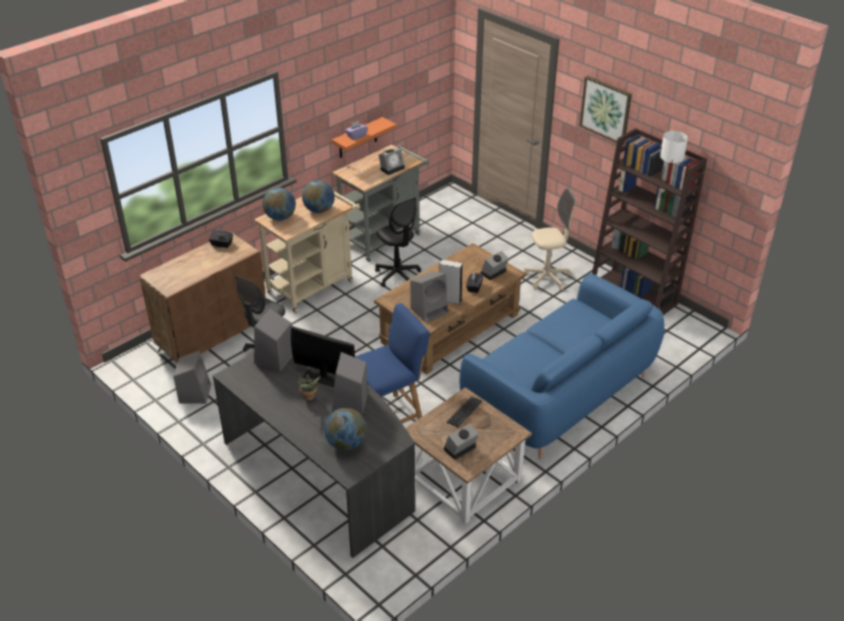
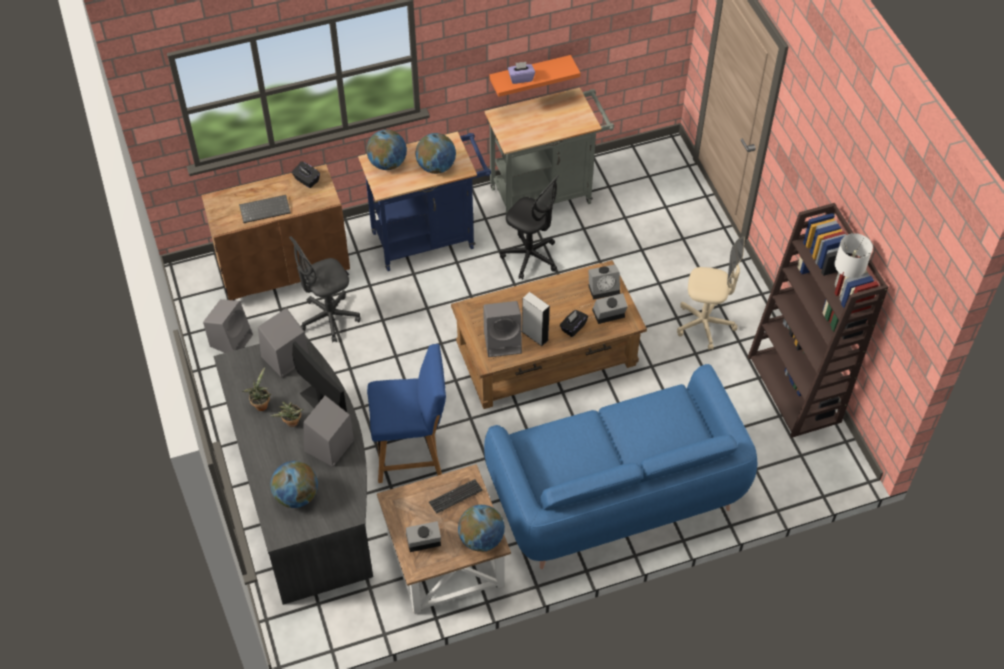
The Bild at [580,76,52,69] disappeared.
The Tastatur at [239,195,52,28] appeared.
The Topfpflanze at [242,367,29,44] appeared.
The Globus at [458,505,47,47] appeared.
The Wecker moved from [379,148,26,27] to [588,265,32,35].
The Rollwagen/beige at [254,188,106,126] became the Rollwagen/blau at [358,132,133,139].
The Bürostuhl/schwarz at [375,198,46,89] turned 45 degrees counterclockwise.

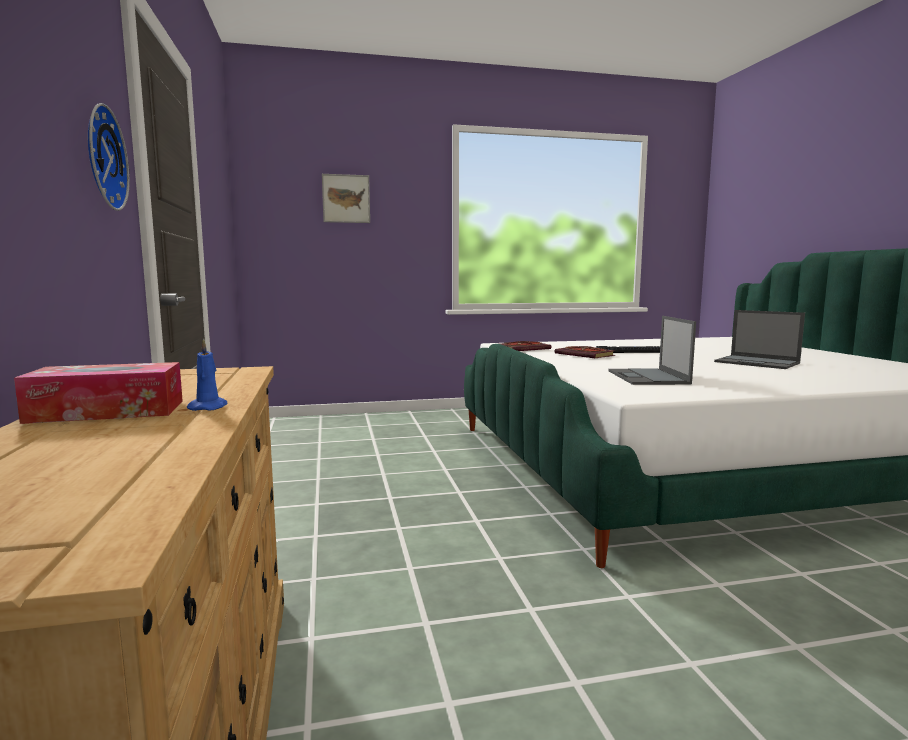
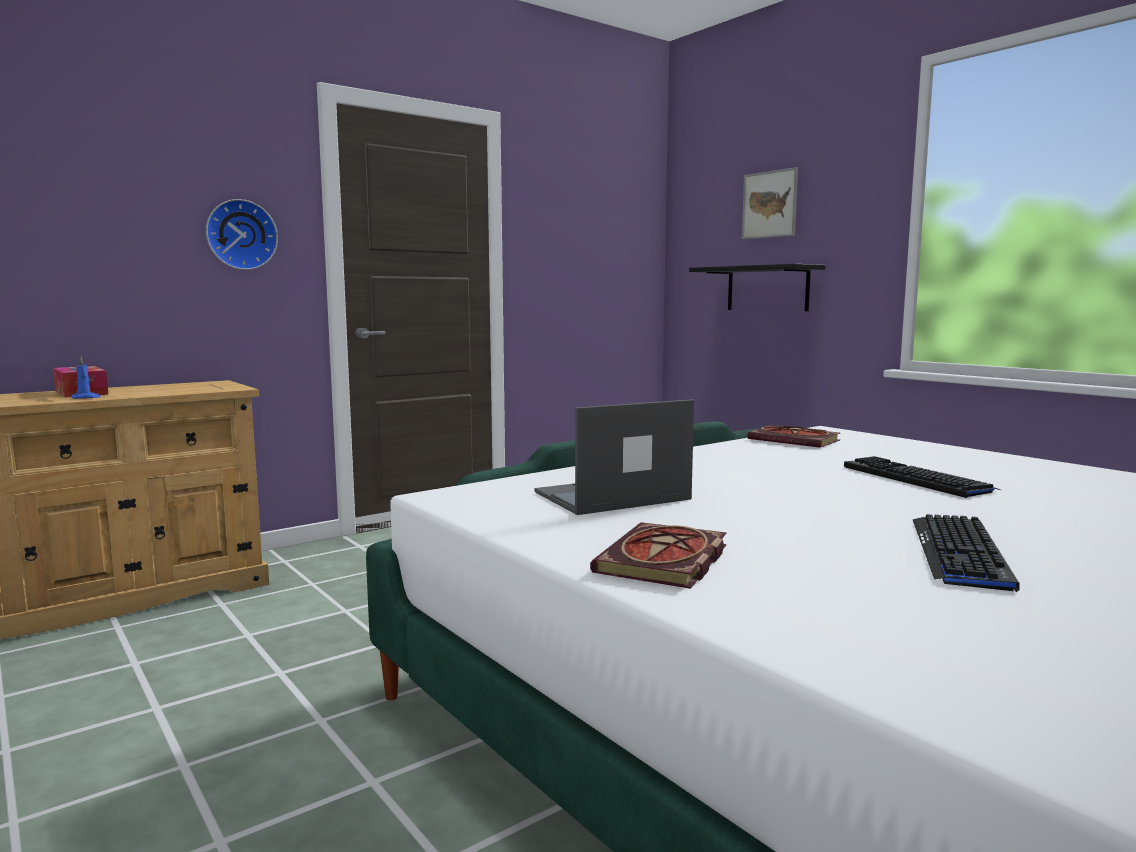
The Wandregal/schwarz at [689,264,136,47] appeared.
The Buch moved from [555,346,60,12] to [590,522,137,67].
The Laptop at [714,310,91,59] was replaced by the Tastatur at [913,514,106,78].

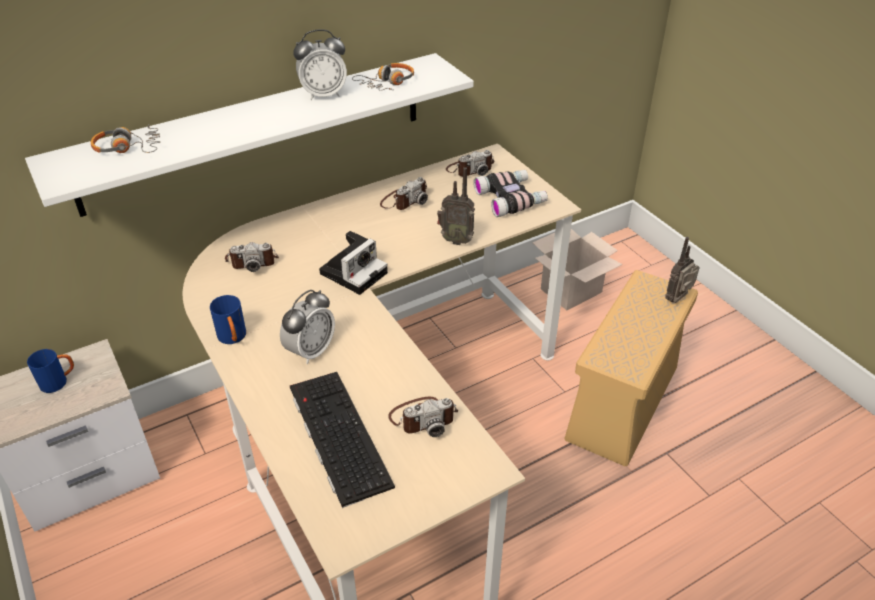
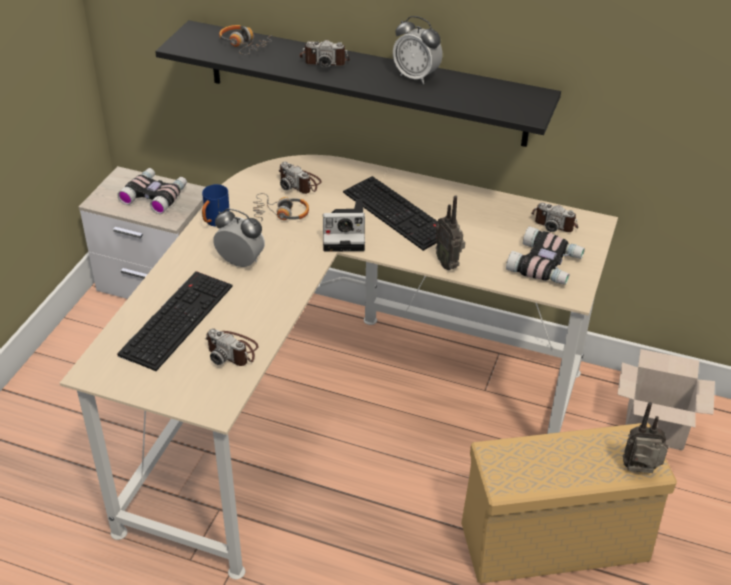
The Tastatur at [343,176,95,75] appeared.
The Kopfhörer moved from [352,63,62,28] to [253,193,56,29].
The Kamera moved from [380,177,48,33] to [299,40,51,28].
The Henkelbecher/blau at [27,349,47,44] was replaced by the Fernglas at [117,168,70,46].
The Wandregal/weiß at [25,53,449,164] became the Wandregal/schwarz at [155,20,406,127].
The Wecker at [280,290,55,74] turned 150 degrees counterclockwise.

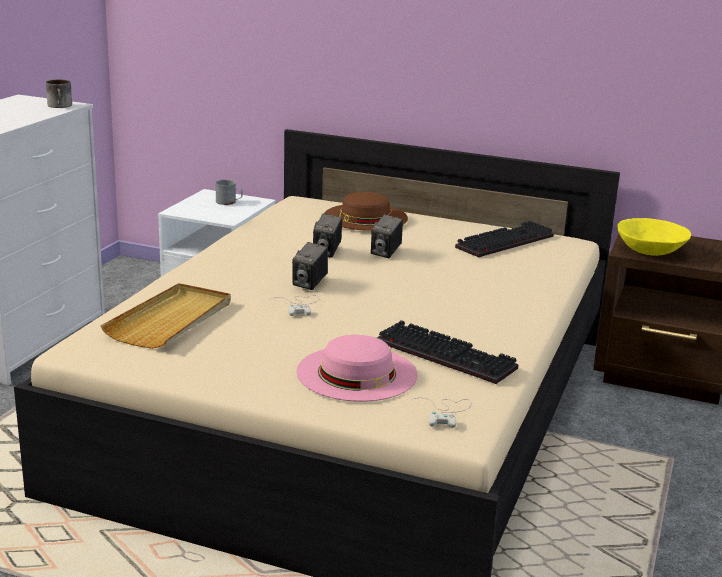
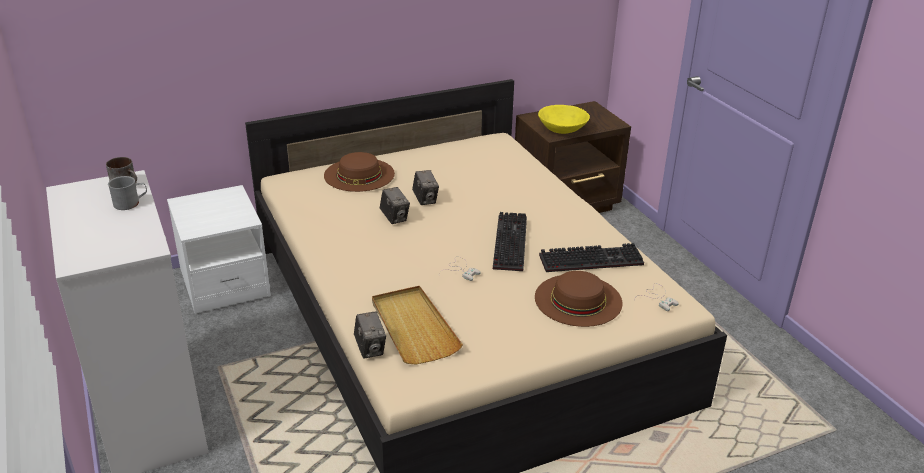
The Henkelbecher/grau moved from [215,179,28,26] to [108,176,39,34].
The Kamera moved from [292,242,36,48] to [354,311,32,48].
The Tastatur moved from [455,221,99,36] to [493,212,34,59].
The Hut/rosa at [297,335,121,67] became the Hut/braun at [535,271,87,56].

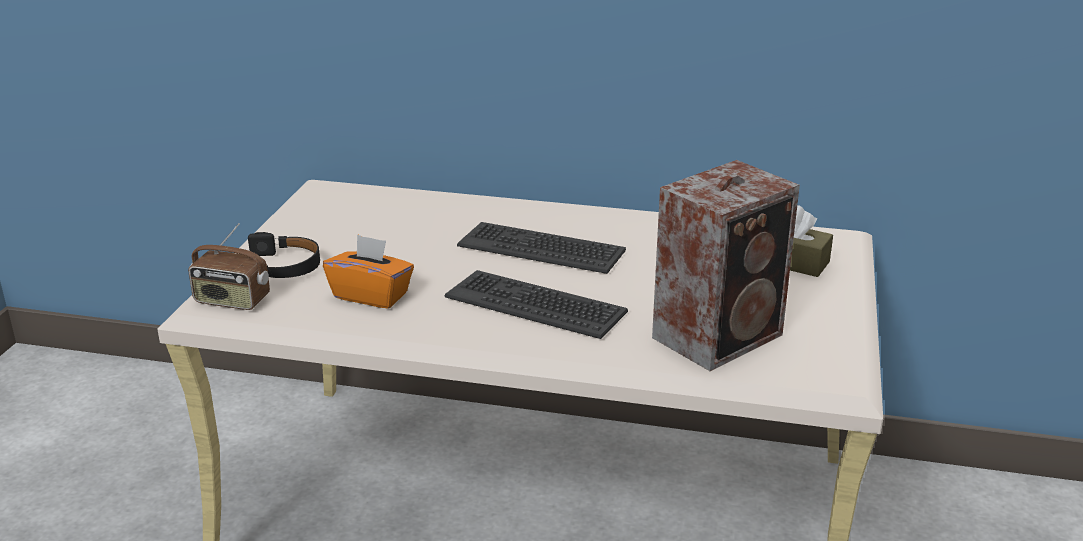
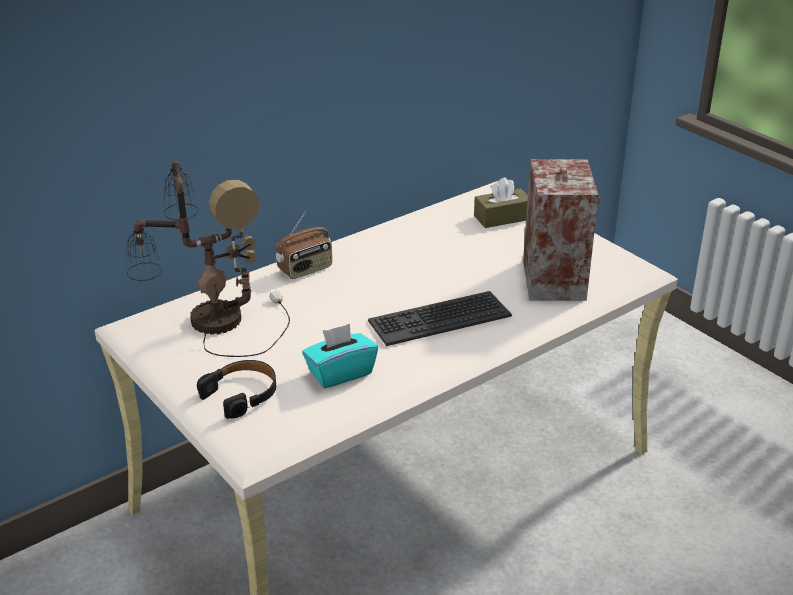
The Tastatur at [457,222,169,52] disappeared.
The Tischlampe at [127,160,163,197] appeared.
The Radio moved from [188,223,82,87] to [276,211,56,68].
The Taschentuchbox/orange at [323,234,91,75] became the Taschentuchbox/türkis at [302,324,76,64].

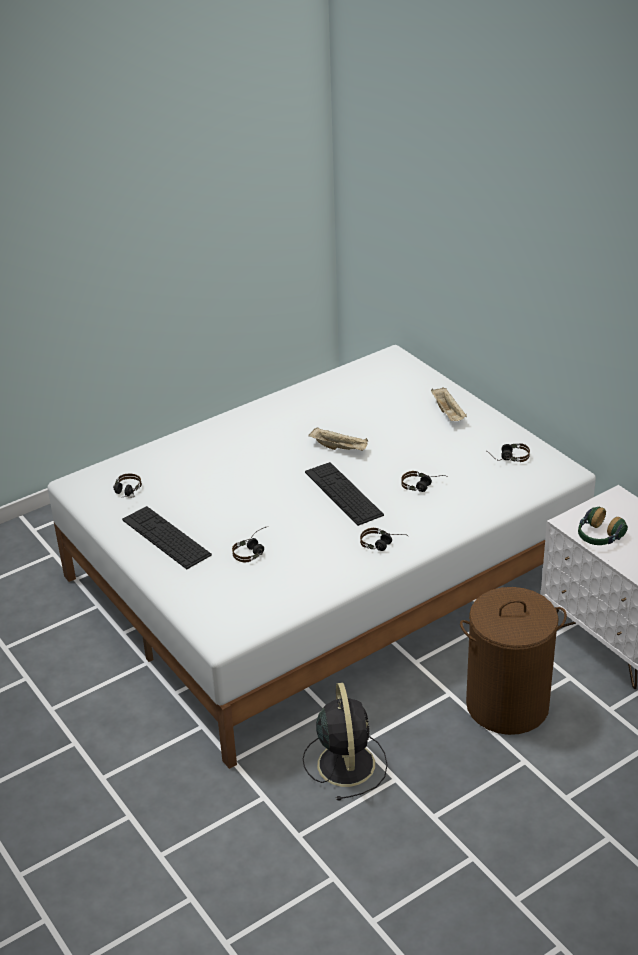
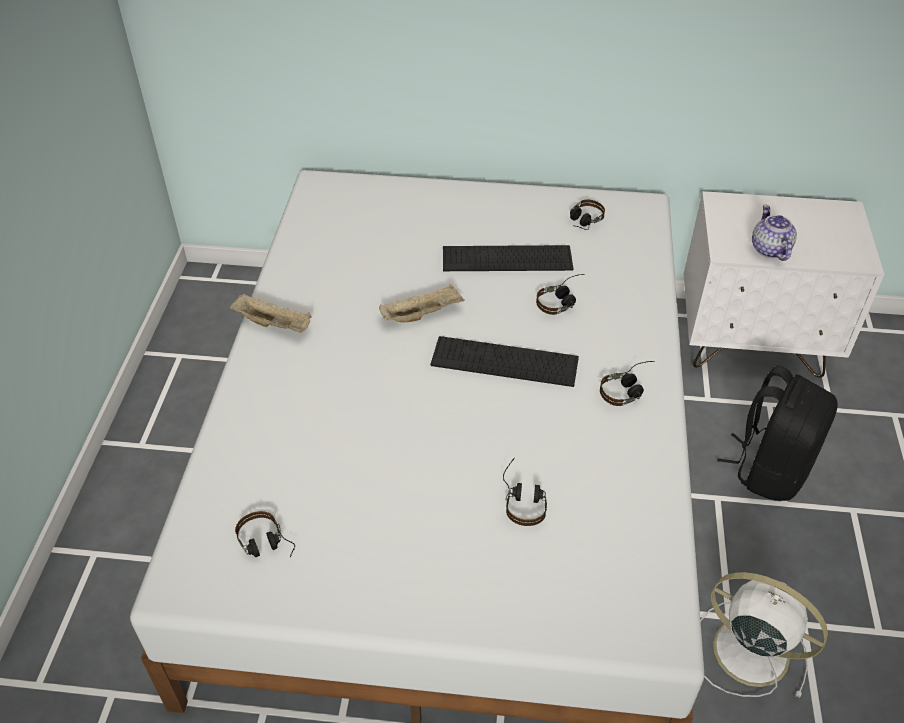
The Tastatur moved from [122,506,90,63] to [443,245,130,26].
The Tablett/beige moved from [431,388,36,33] to [230,294,82,39].
The Wäschekorb/braun at [460,587,107,148] was replaced by the Rucksack/schwarz at [717,366,121,135].
The Kopfhörer at [578,507,50,38] was replaced by the Teekanne at [752,205,45,56].
The Ventilator/schwarz at [303,683,85,118] became the Ventilator/weiß at [701,572,127,126].

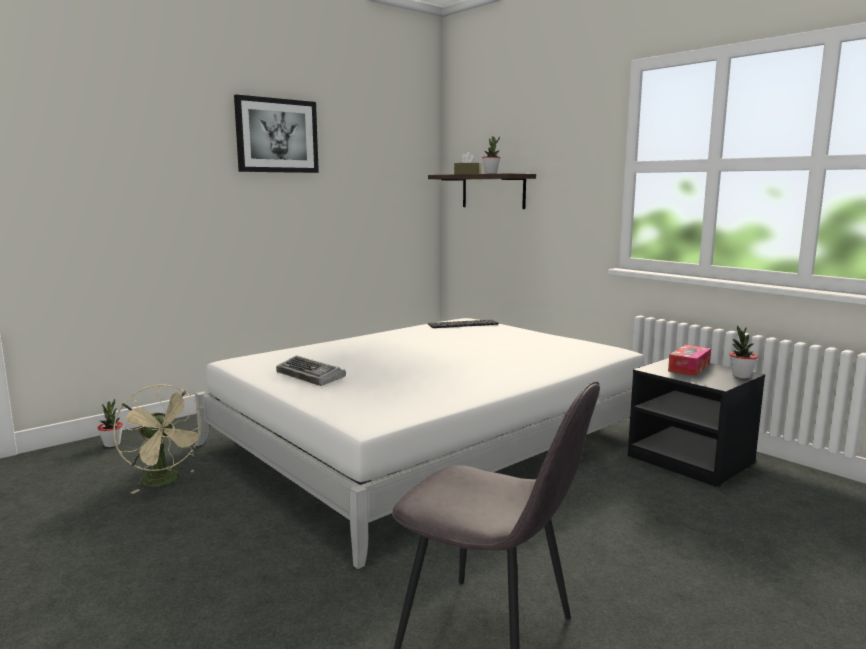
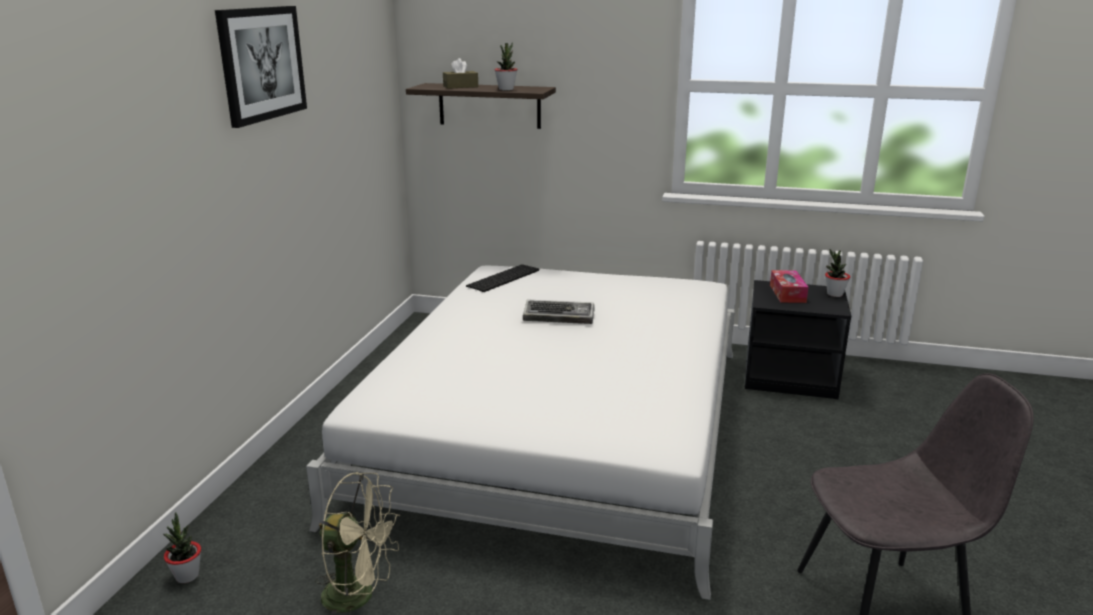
The Tastatur moved from [276,355,70,31] to [523,299,72,25].

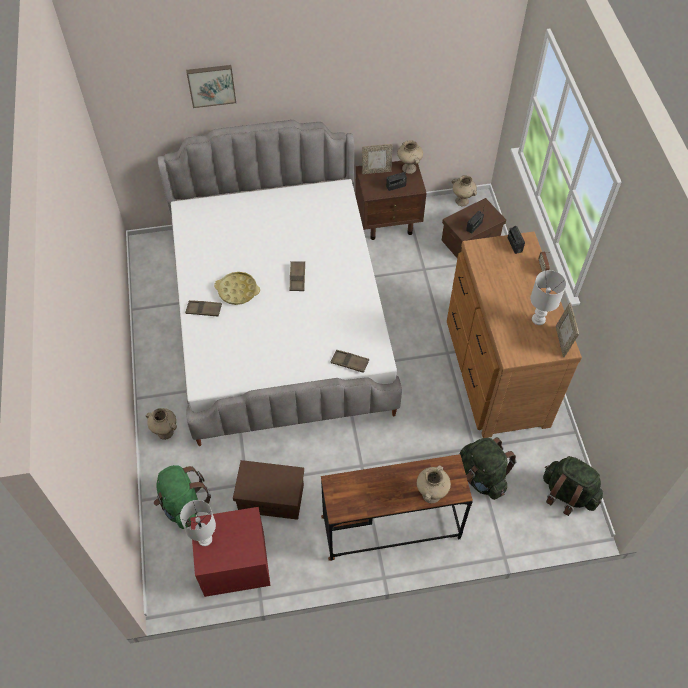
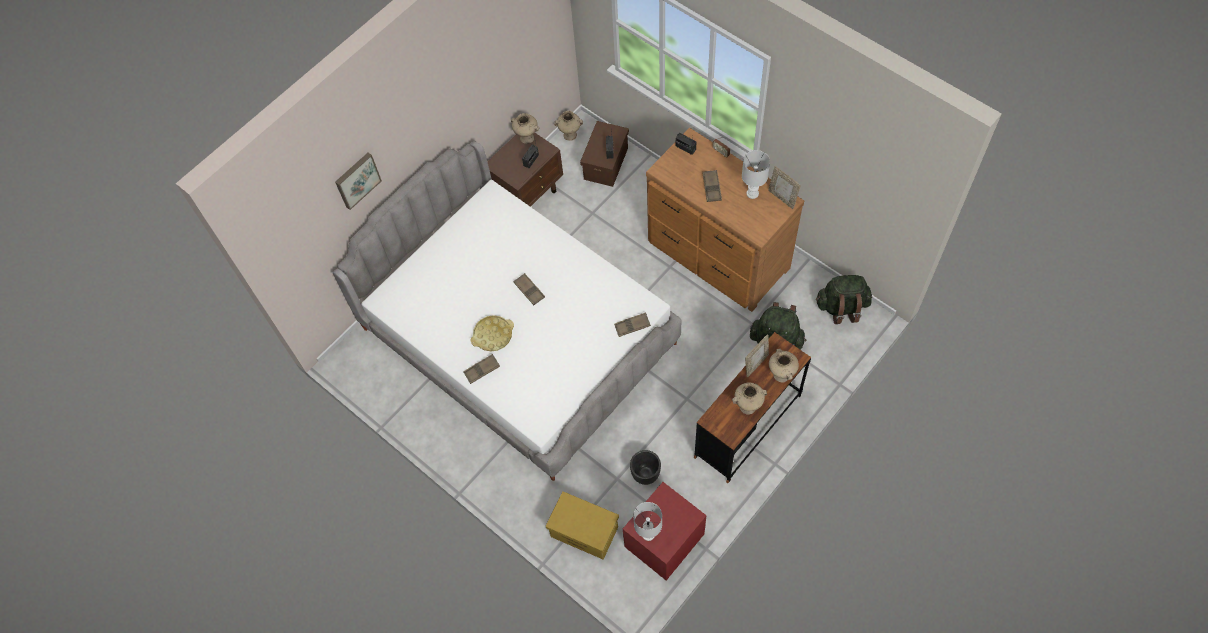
The Tablett/braun at [702,170,20,32] appeared.
The Vase/beige moved from [146,408,31,32] to [732,382,35,32].
The Bilderrahmen moved from [362,144,31,30] to [745,334,24,44].
The Rucksack/grün at [154,465,57,64] was replaced by the Aufbewahrungsbox/gelb at [546,491,73,69].
The Aufbewahrungsbox/braun at [233,460,71,60] was replaced by the Pflanzkübel/schwarz at [630,450,31,35].

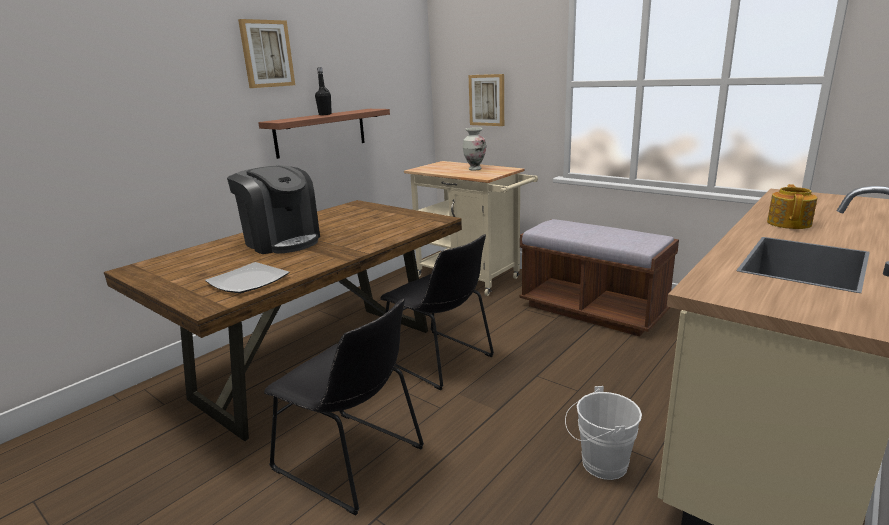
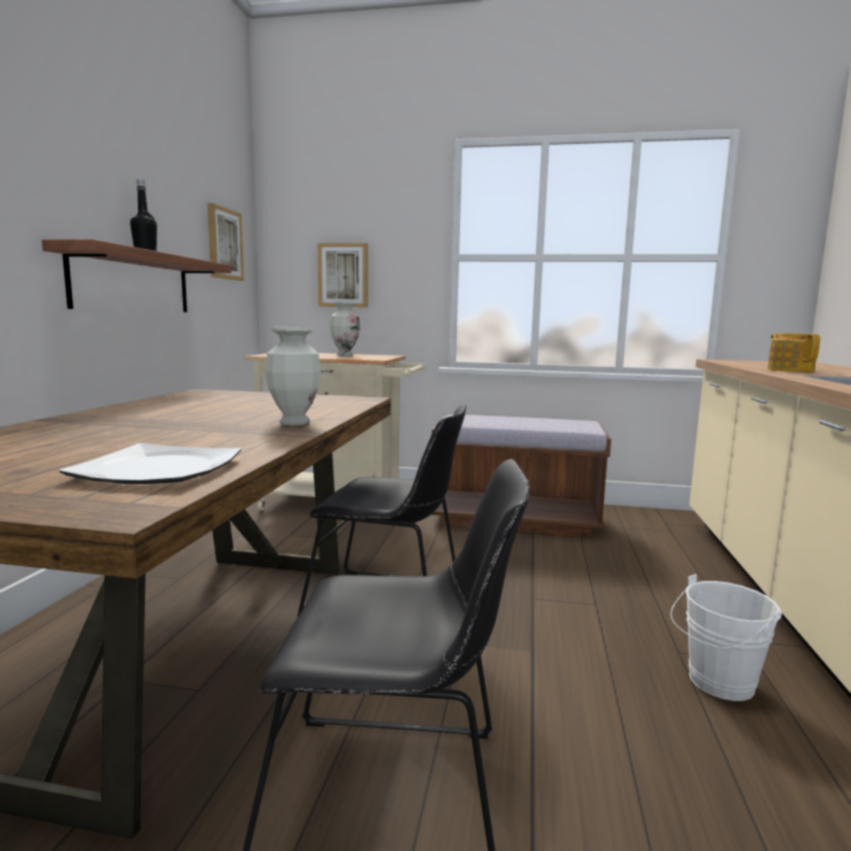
The Kaffeemaschine at [227,165,93,89] disappeared.
The Vase at [265,327,56,98] appeared.
The Bild moved from [238,19,57,69] to [207,203,37,78].

